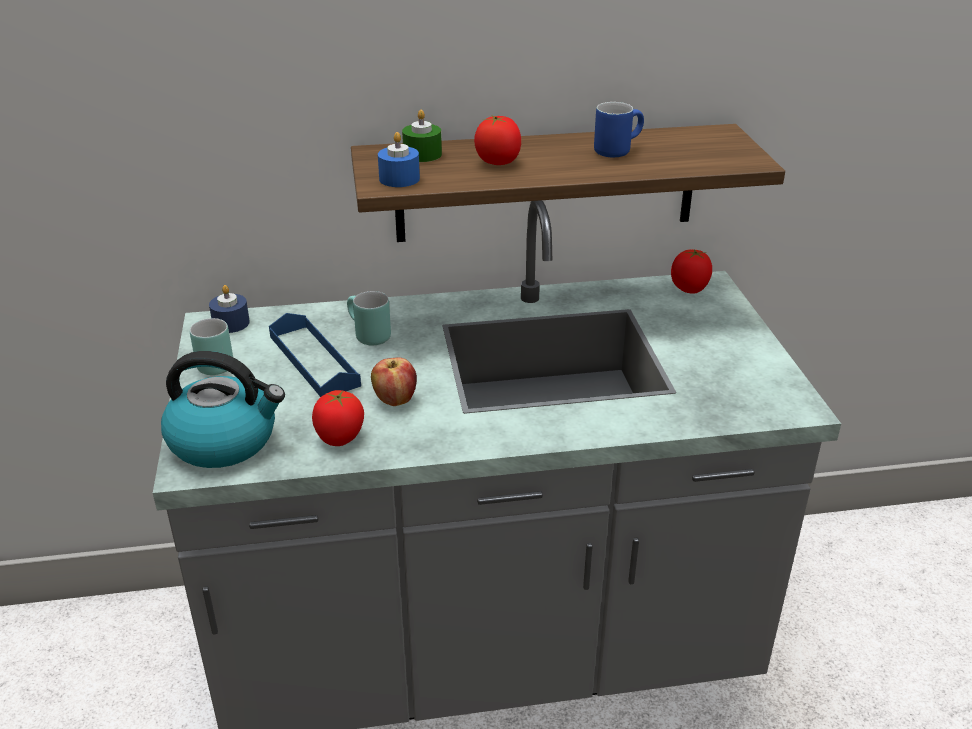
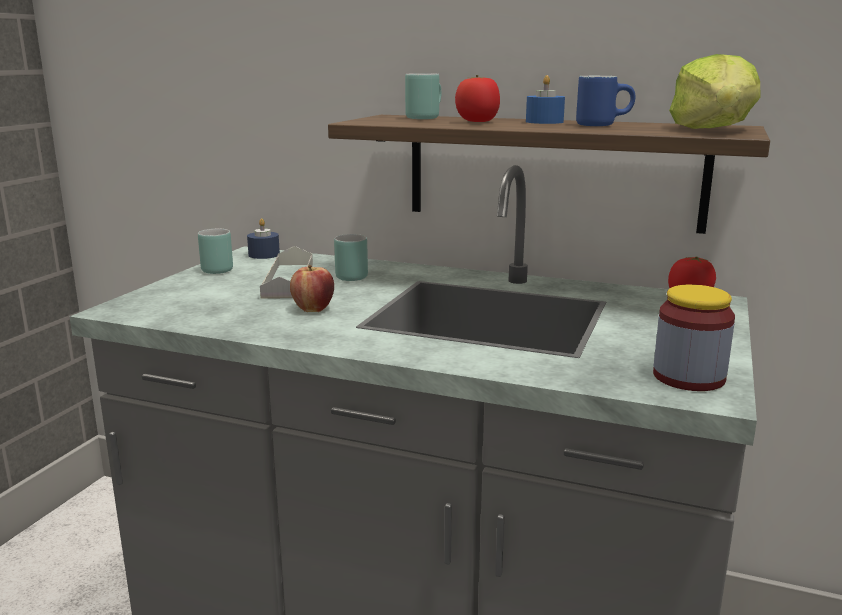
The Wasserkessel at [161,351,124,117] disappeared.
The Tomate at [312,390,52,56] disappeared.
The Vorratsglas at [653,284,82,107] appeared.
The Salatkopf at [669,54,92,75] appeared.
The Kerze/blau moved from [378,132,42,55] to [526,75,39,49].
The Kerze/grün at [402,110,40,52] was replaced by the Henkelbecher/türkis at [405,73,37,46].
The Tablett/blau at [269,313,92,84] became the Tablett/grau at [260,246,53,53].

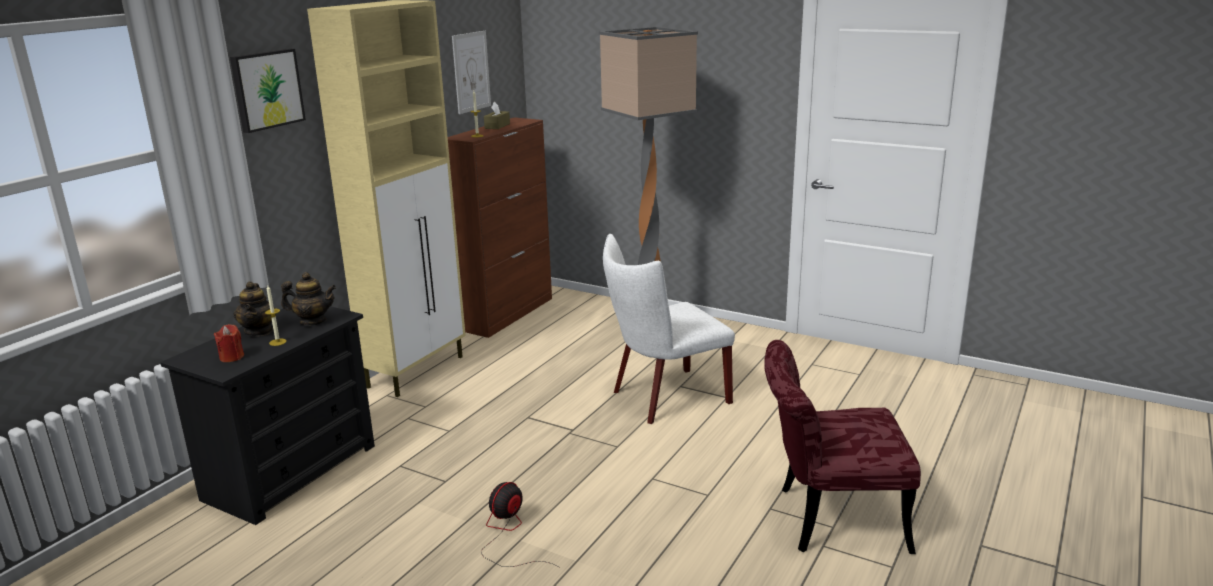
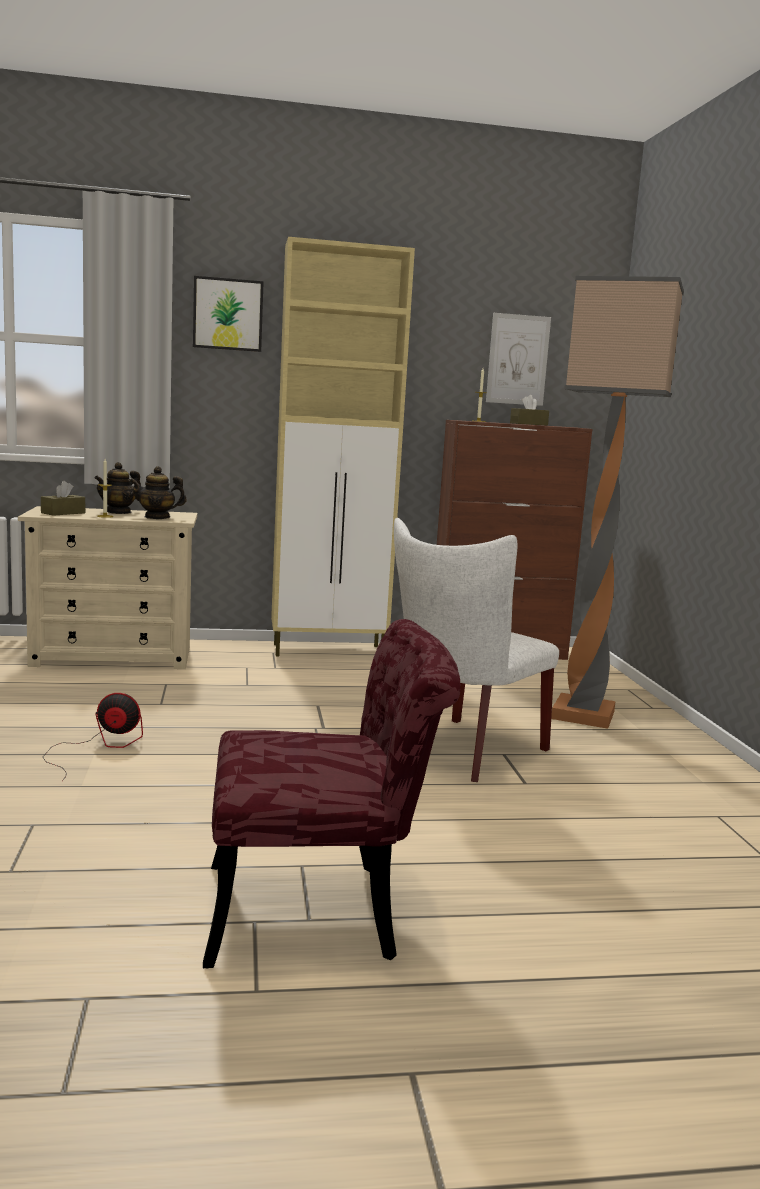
The Kerze/rot at [214,324,30,38] was replaced by the Taschentuchbox/braun at [41,481,44,35].
The Kommode/schwarz at [160,305,215,220] became the Kommode/beige at [18,506,180,163].
The Teekanne at [281,272,55,54] turned 120 degrees clockwise.
The Stuhl/weiß at [603,234,132,190] turned 75 degrees counterclockwise.
The Stuhl/rot at [764,340,157,214] turned 120 degrees clockwise.

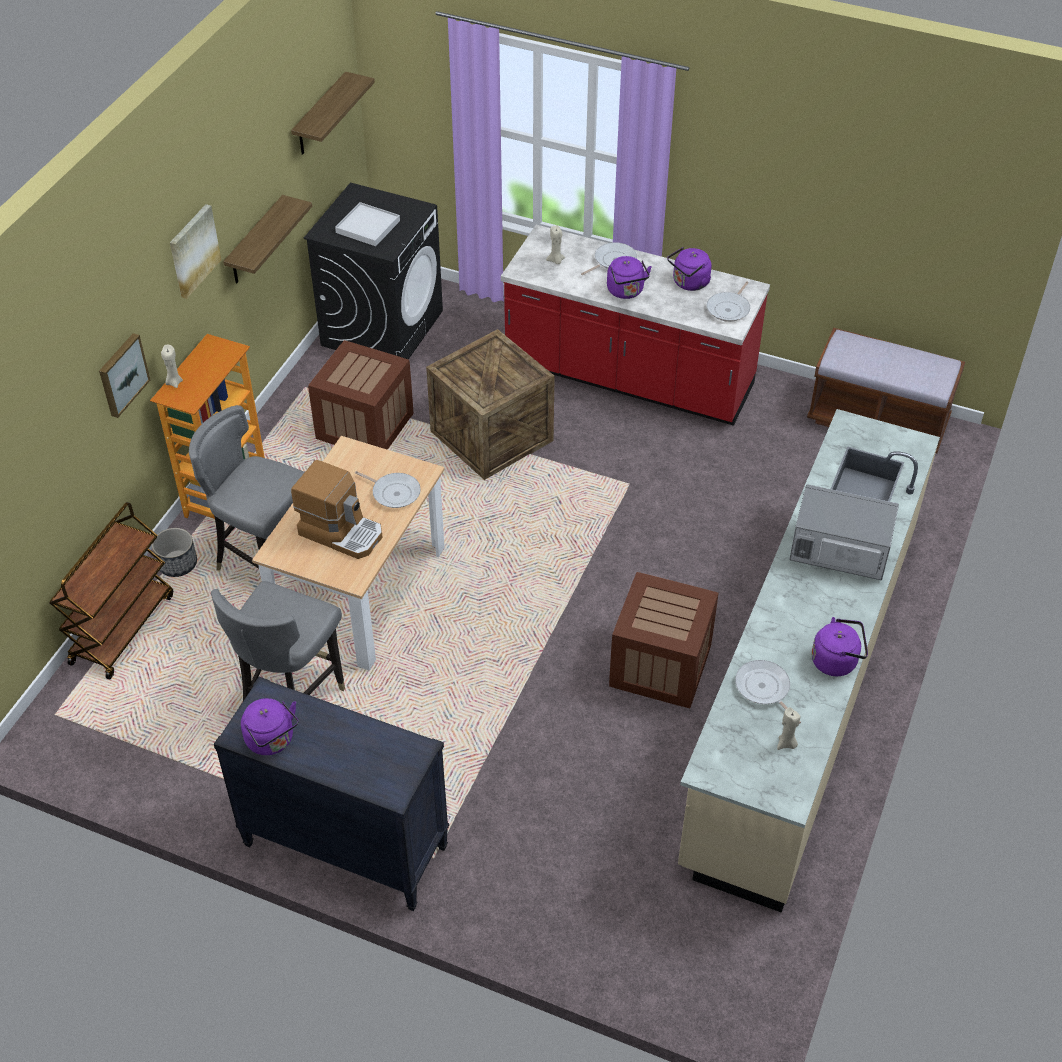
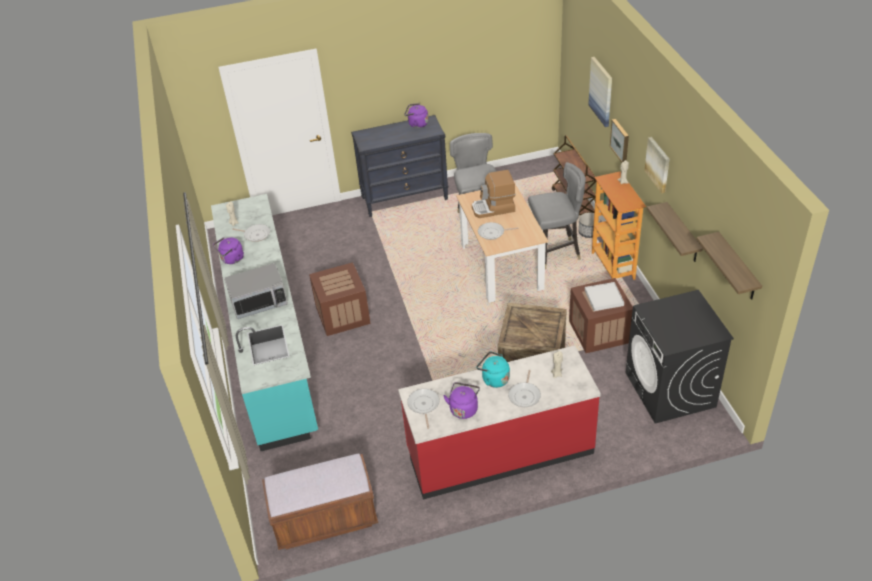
The Bild at [588,57,24,70] appeared.
The Tablett/weiß moved from [335,202,65,44] to [585,282,39,29].
The Wasserkessel/lila at [607,256,45,43] became the Wasserkessel/türkis at [477,352,33,36].
The Küchenzeile/beige at [678,409,262,504] became the Küchenzeile/türkis at [211,194,107,257].

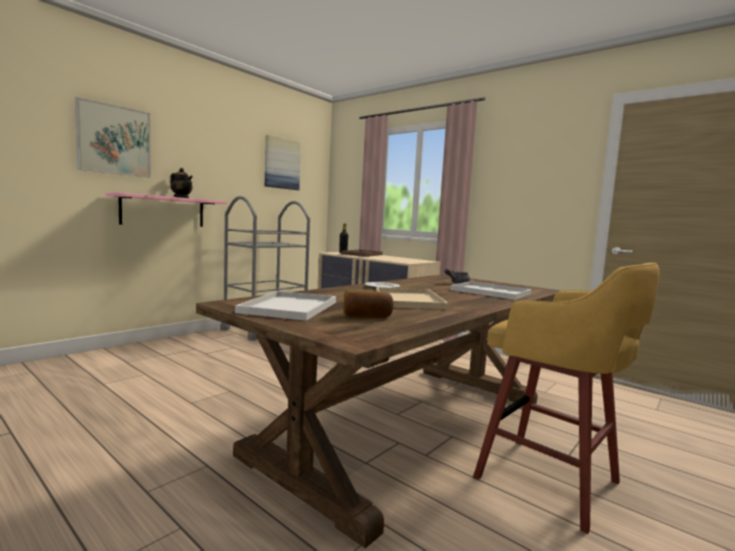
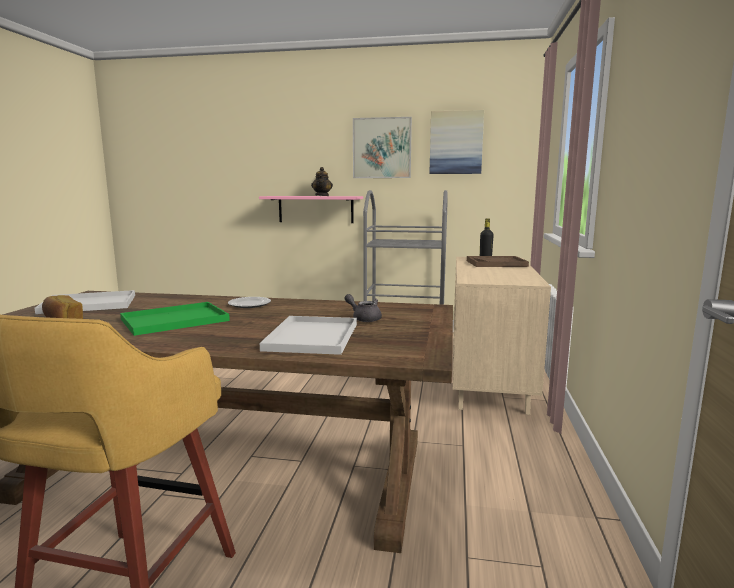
The Bild moved from [75,97,76,80] to [353,117,59,61].
The Tablett/beige at [376,287,73,22] became the Tablett/grün at [120,302,110,34].

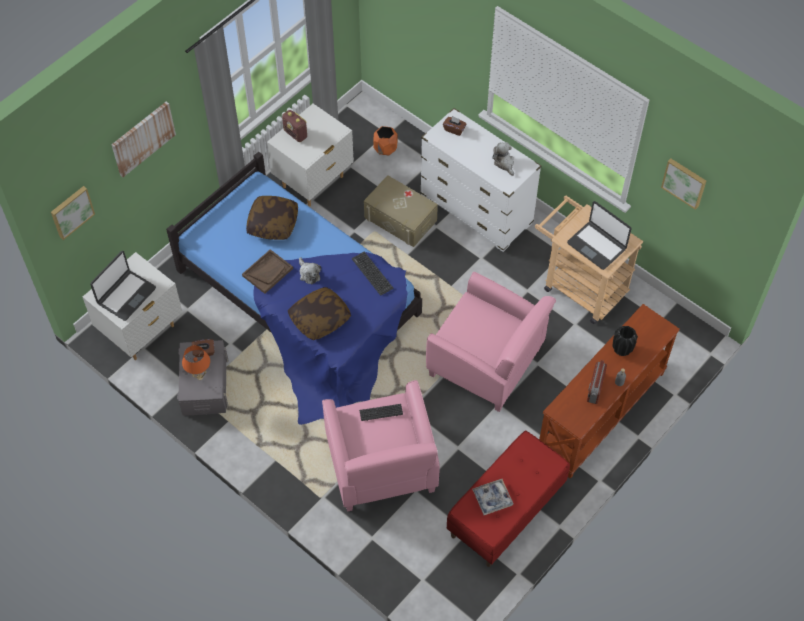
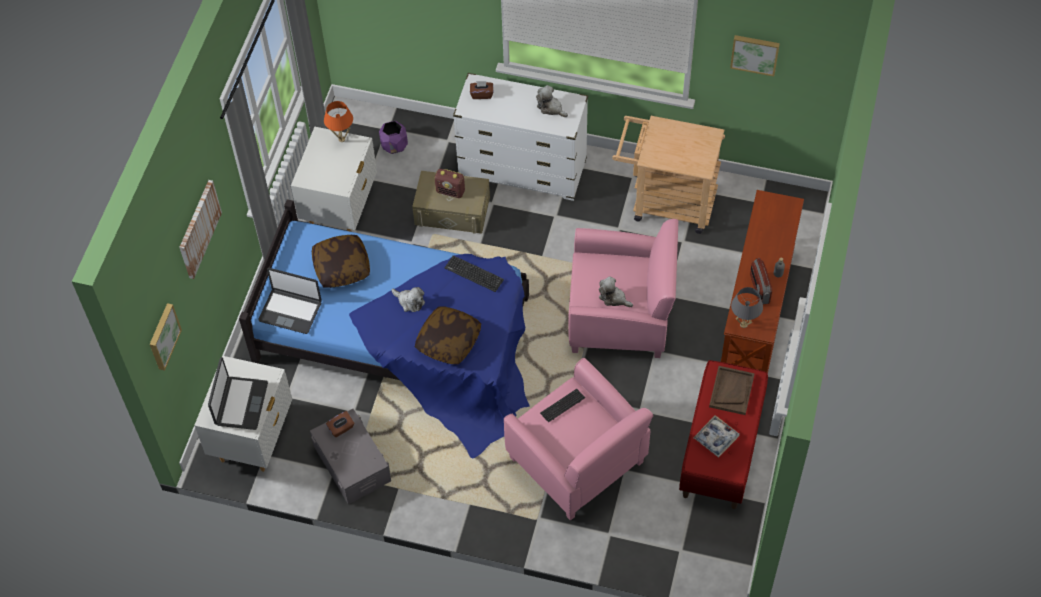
The Vase/schwarz at [612,326,26,30] disappeared.
The Plüschtier at [599,276,34,31] appeared.
The Tischlampe/grau at [731,287,32,41] appeared.
The Tischlampe/orange moved from [182,345,28,35] to [324,101,29,41].
The Tablett/braun moved from [242,249,51,45] to [709,366,46,49].
The Radio moved from [282,110,25,32] to [434,169,31,29].
The Laptop moved from [567,201,65,69] to [258,268,64,66].
The Pflanzkübel/orange at [373,126,25,29] became the Pflanzkübel/lila at [379,121,29,33].

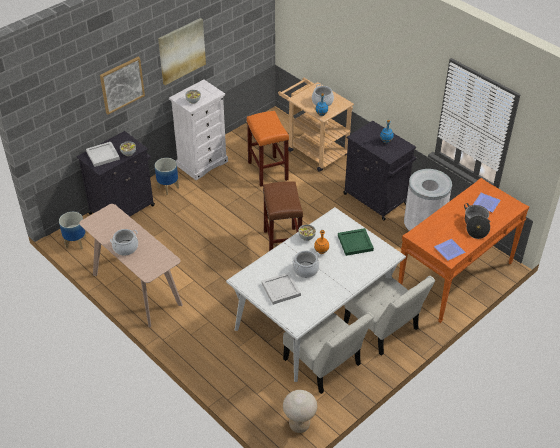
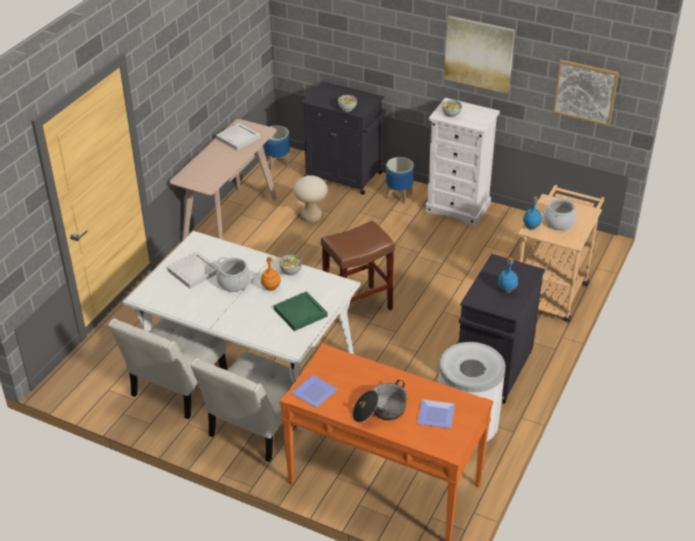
The Kochtopf at [110,229,28,26] disappeared.
The Hocker/orange at [247,111,42,76] disappeared.
The Tablett/weiß moved from [86,142,34,25] to [216,123,45,28].
The Bild moved from [100,57,45,58] to [553,59,66,67].
The Hocker/beige moved from [283,390,34,43] to [293,175,35,48].

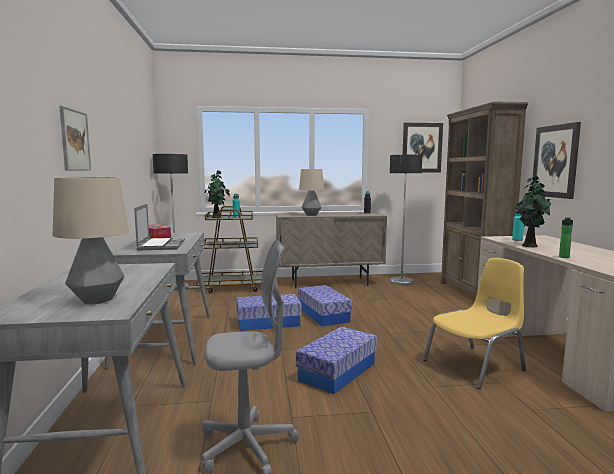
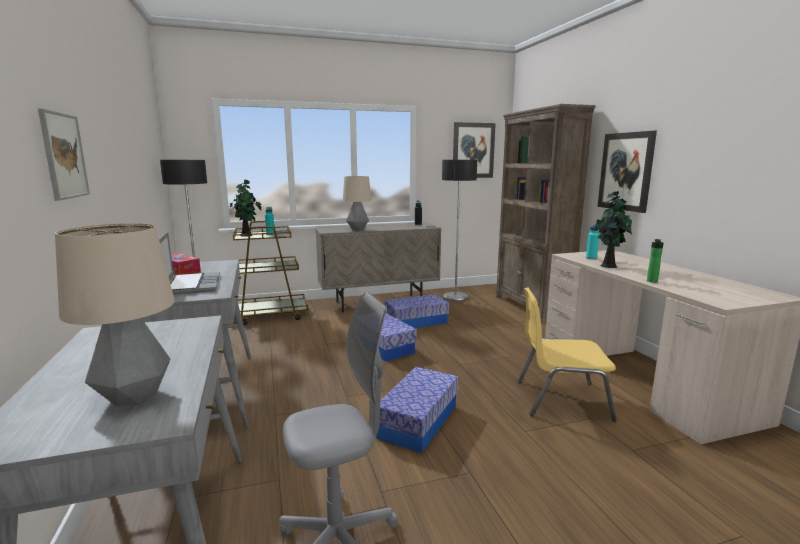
The Aufbewahrungsbox moved from [236,294,66,37] to [384,294,65,34].
The Stuhl/gelb at [423,258,103,131] turned 135 degrees counterclockwise.

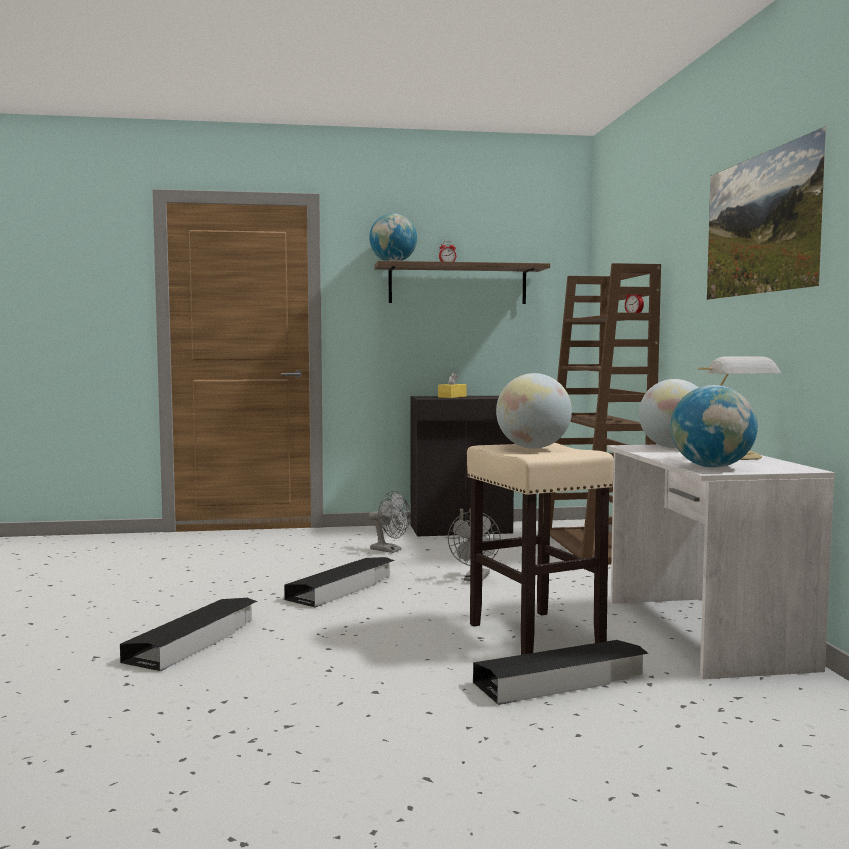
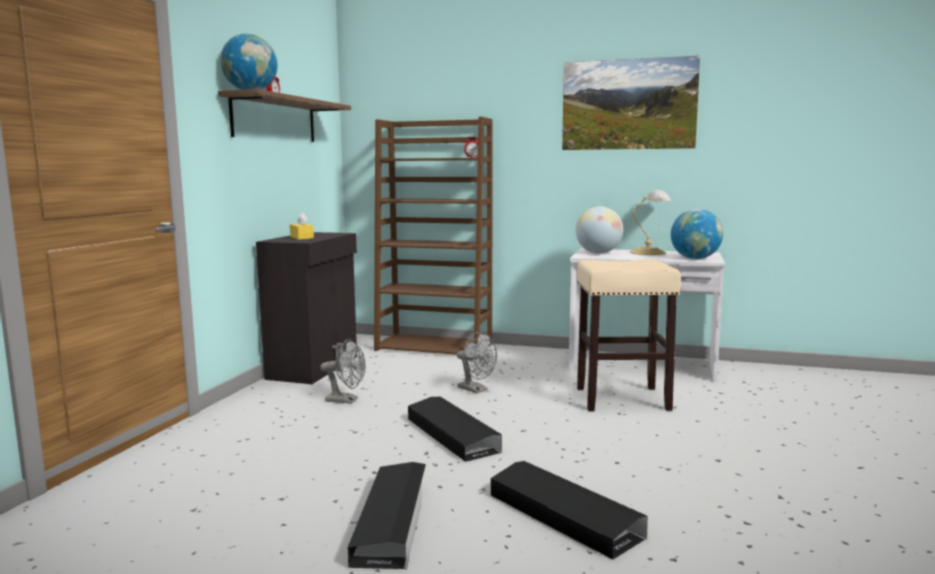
The Globus at [496,373,76,76] disappeared.
The Aufbewahrungsbox/schwarz moved from [473,640,175,65] to [348,462,78,107].
The Ventilator/grau at [369,491,42,62] turned 45 degrees clockwise.

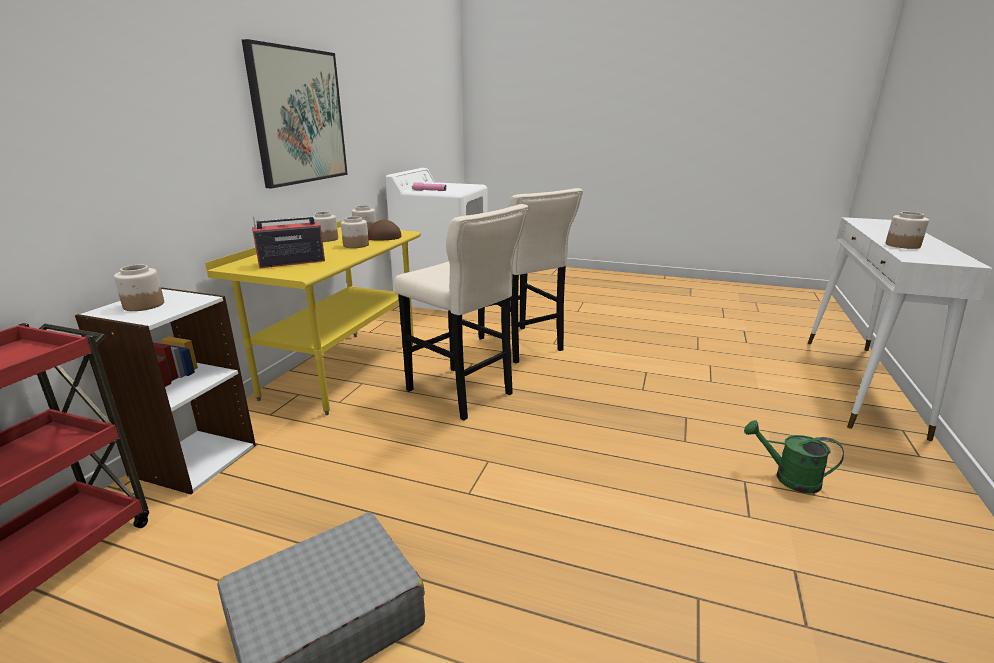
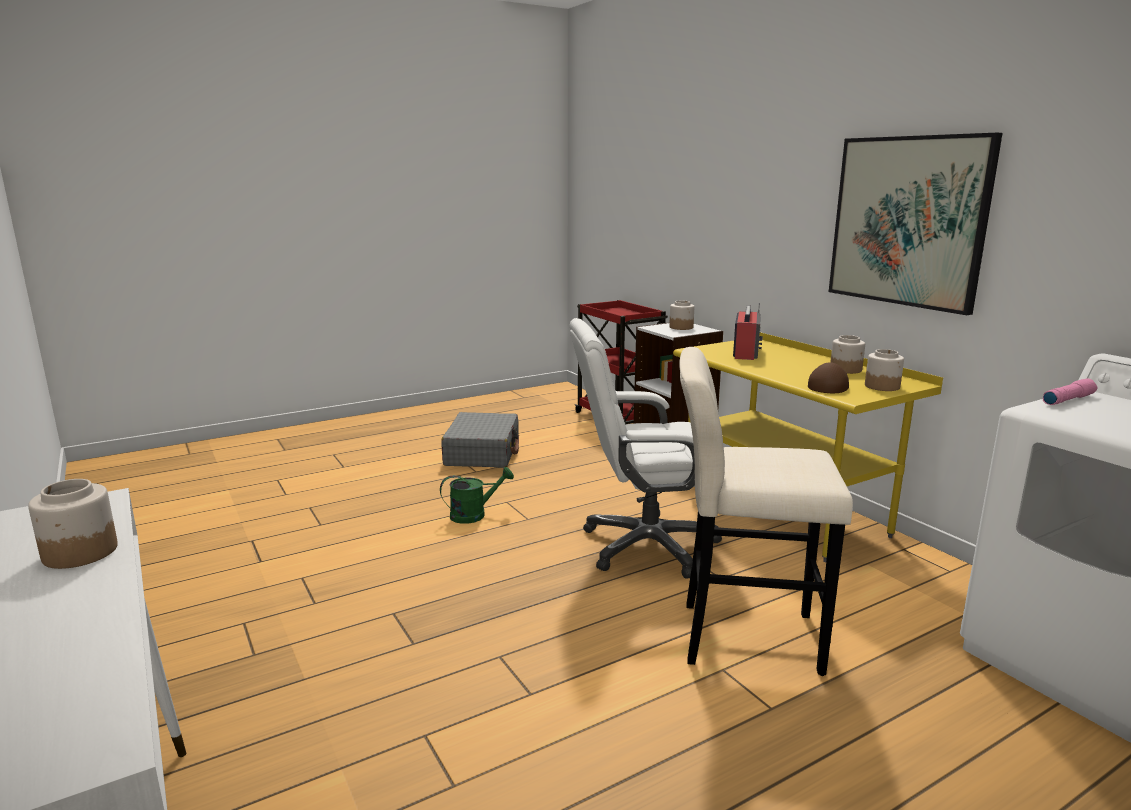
The Vorratsglas at [341,216,28,32] disappeared.
The Gießkanne/grün moved from [744,420,100,74] to [440,467,74,57].
The Hocker/beige at [394,204,135,216] was replaced by the Bürostuhl/weiß at [569,318,153,260].

